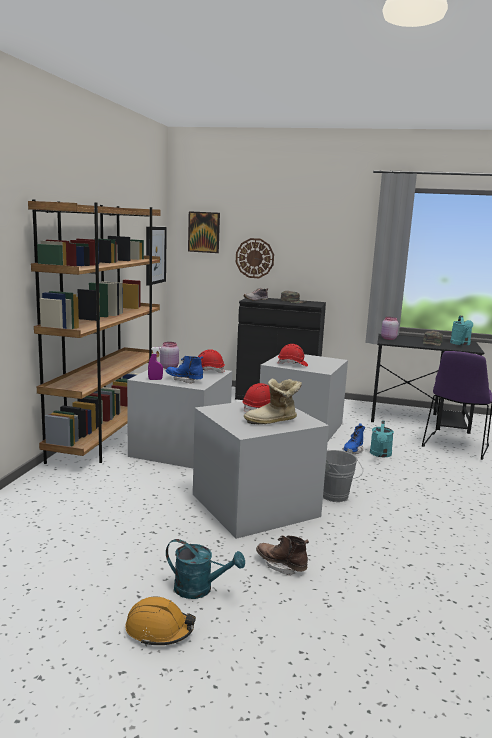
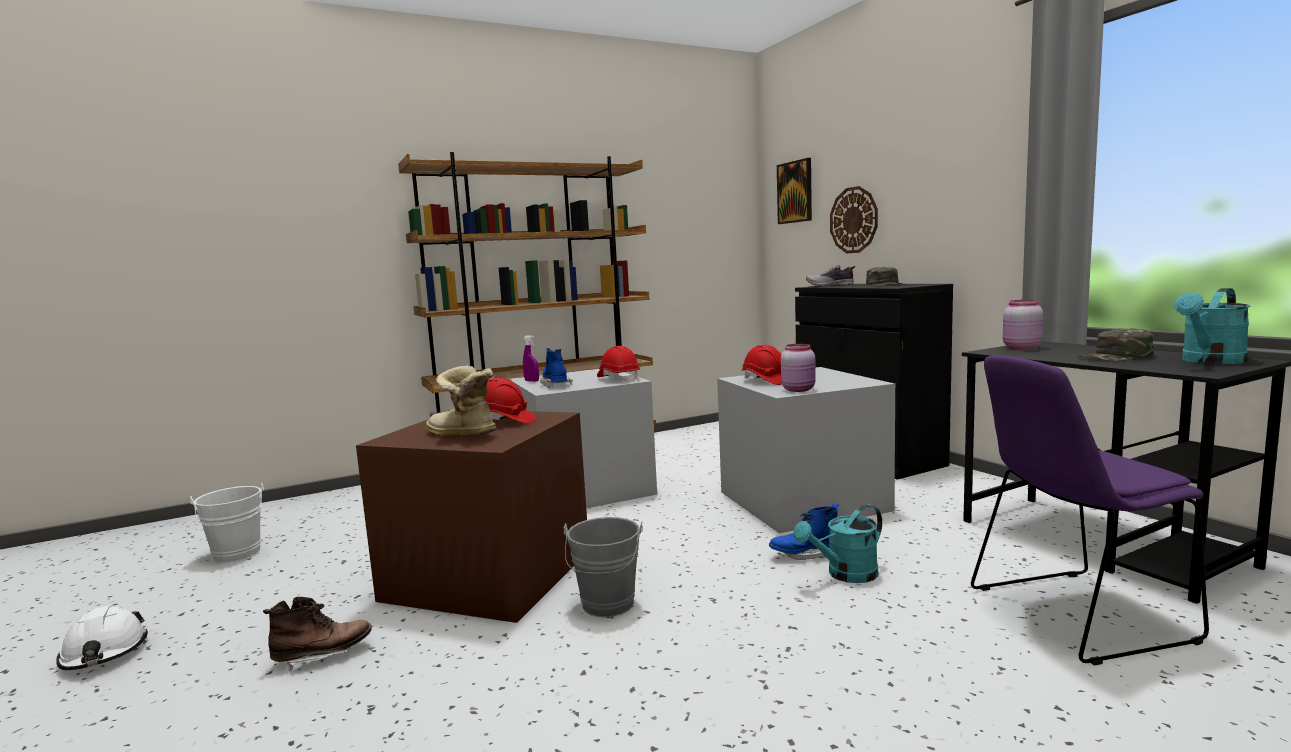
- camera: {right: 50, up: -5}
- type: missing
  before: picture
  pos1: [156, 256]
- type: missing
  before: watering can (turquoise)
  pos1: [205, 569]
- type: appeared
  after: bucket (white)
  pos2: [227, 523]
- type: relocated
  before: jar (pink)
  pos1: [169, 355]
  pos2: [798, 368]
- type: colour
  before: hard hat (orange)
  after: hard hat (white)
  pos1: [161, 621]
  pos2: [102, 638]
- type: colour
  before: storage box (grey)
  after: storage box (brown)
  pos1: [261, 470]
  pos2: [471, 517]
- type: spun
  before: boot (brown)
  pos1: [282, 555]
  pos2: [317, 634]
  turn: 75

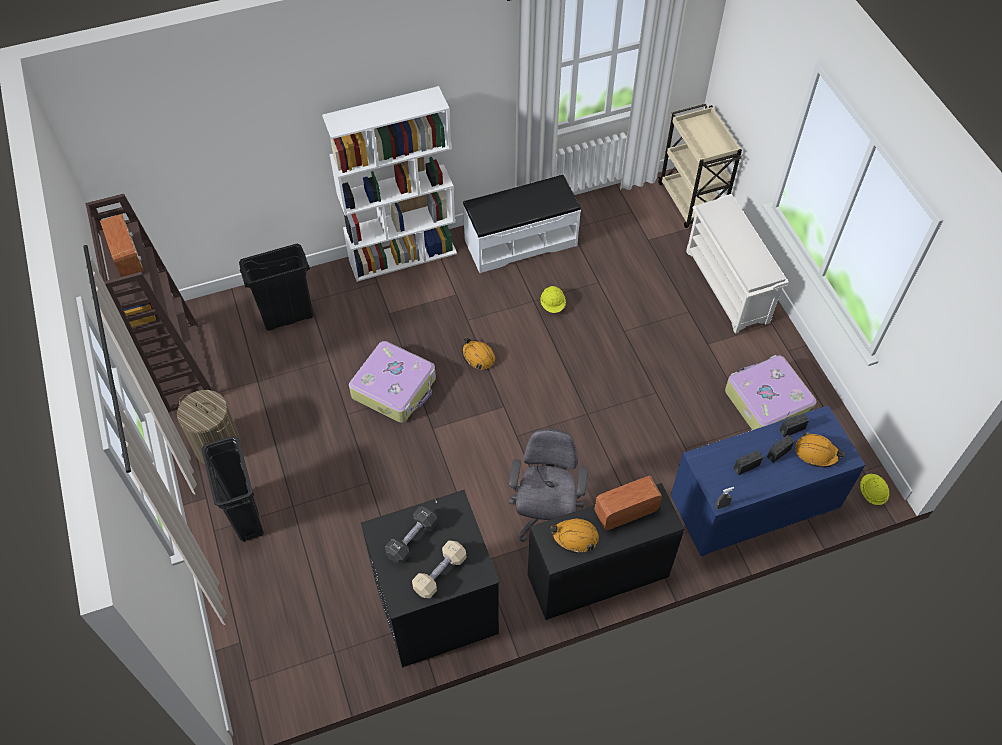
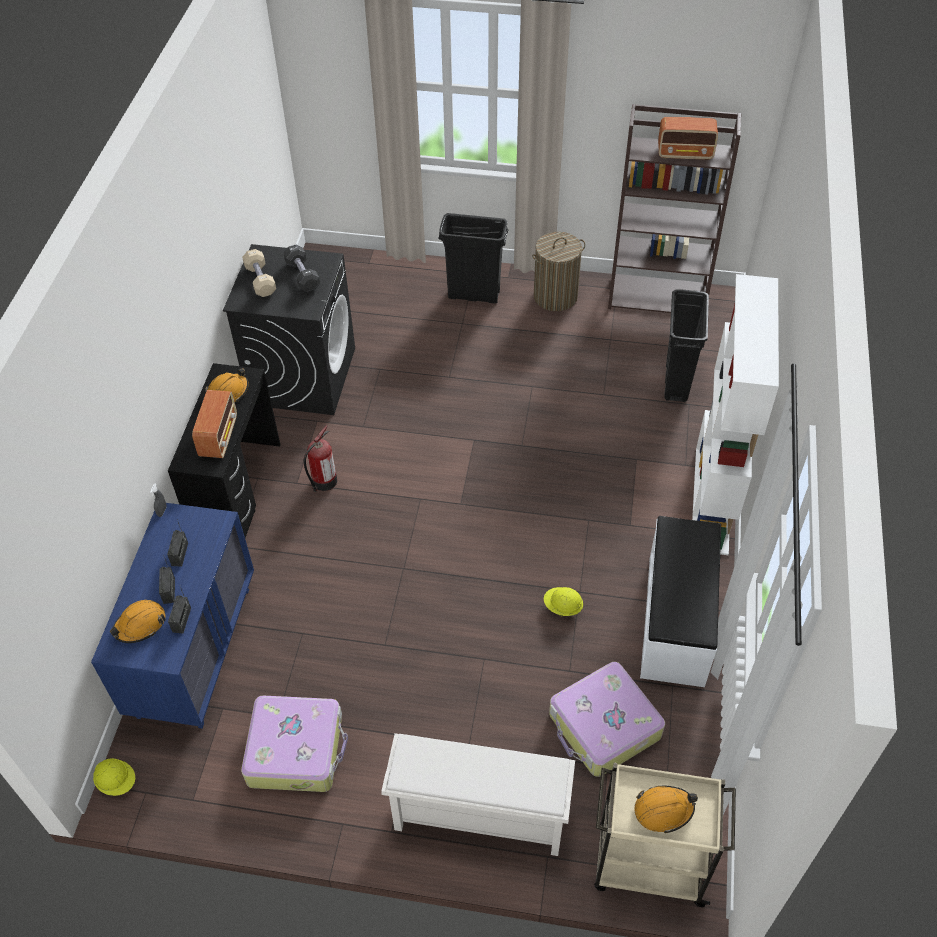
- camera: {right: 120, up: -5}
- type: relocated
  before: suitcase
  pos1: [392, 382]
  pos2: [607, 719]
- type: relocated
  before: hard hat (orange)
  pos1: [478, 353]
  pos2: [666, 809]
- type: exchanged
  before: office chair (grey)
  after: fire extinguisher
  pos1: [548, 485]
  pos2: [320, 458]

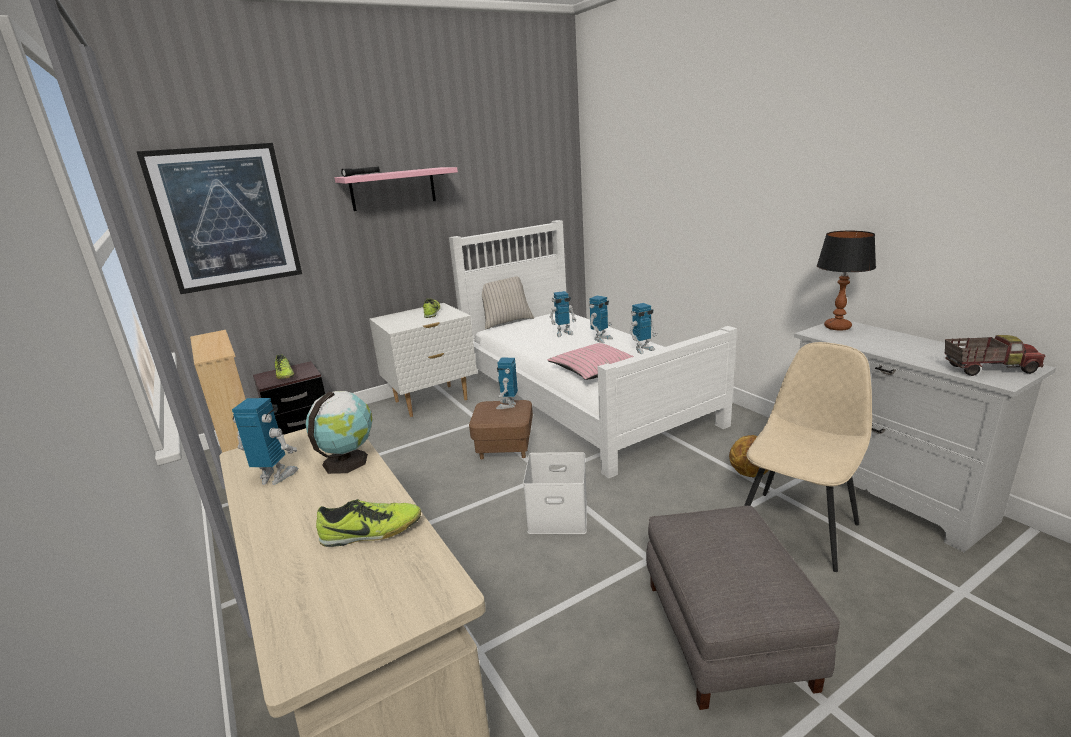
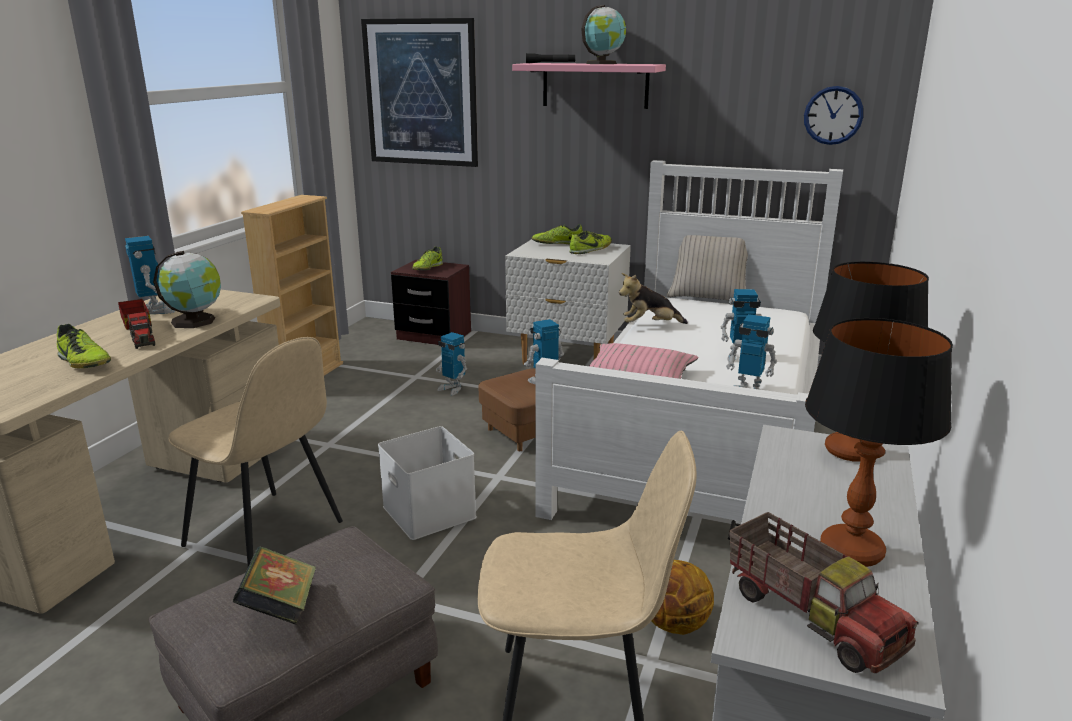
- camera: {right: 50, up: 0}
- type: appeared
  after: toy truck
  pos2: [136, 324]
- type: appeared
  after: chair (beige)
  pos2: [255, 452]
- type: appeared
  after: book
  pos2: [274, 586]
- type: appeared
  after: shoe
  pos2: [557, 234]
- type: appeared
  after: globe
  pos2: [603, 34]
- type: appeared
  after: plush toy
  pos2: [653, 298]
- type: appeared
  after: wall clock
  pos2: [834, 115]
- type: appeared
  after: table lamp
  pos2: [879, 442]
- type: relocated
  before: toy robot
  pos1: [563, 314]
  pos2: [451, 364]

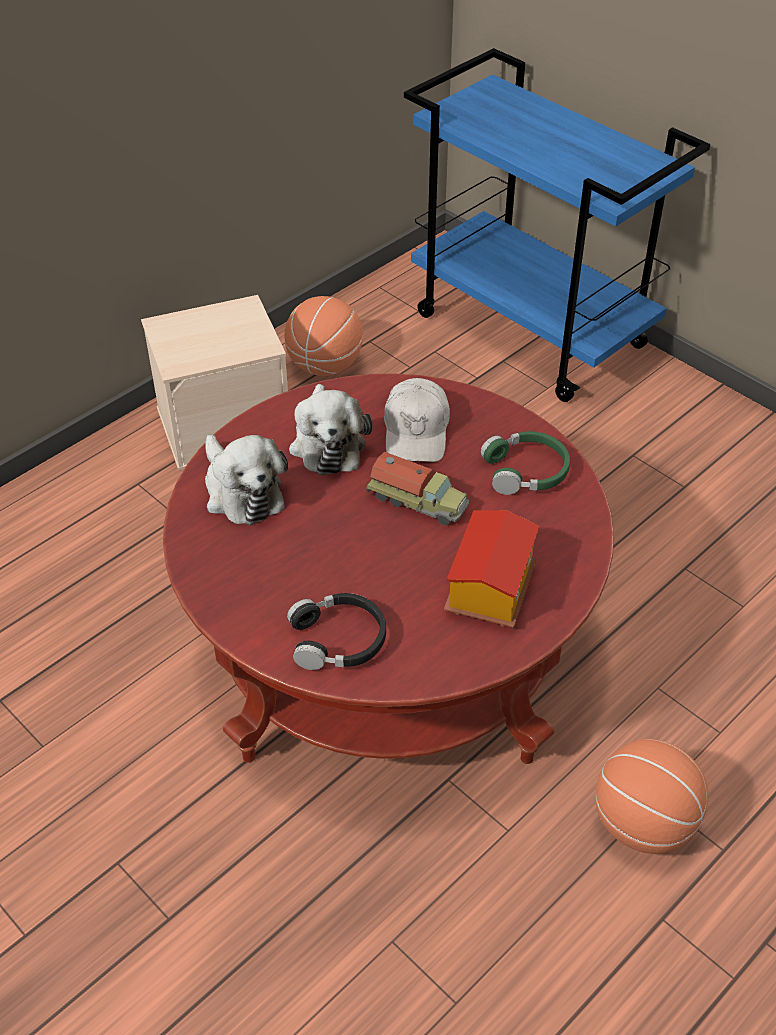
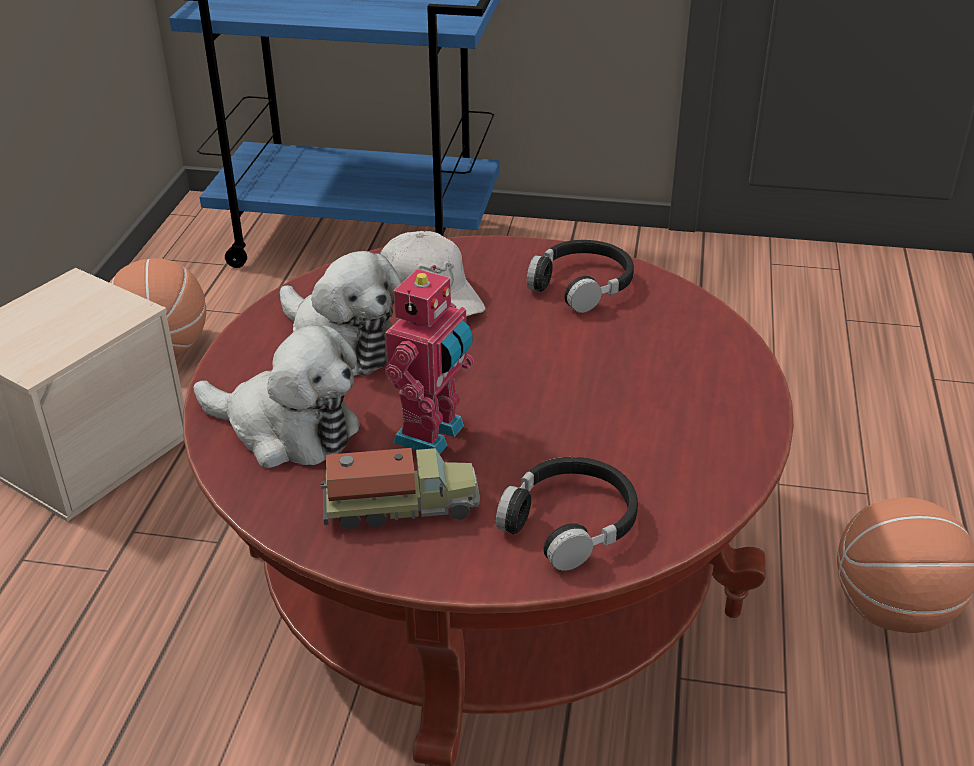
- camera: {right: -35, up: -10}
- type: missing
  before: toy house
  pos1: [492, 568]
- type: appeared
  after: toy robot
  pos2: [429, 359]
- type: relocated
  before: toy truck
  pos1: [417, 489]
  pos2: [400, 489]
- type: colour
  before: headphones (green)
  after: headphones (black)
  pos1: [525, 463]
  pos2: [580, 276]

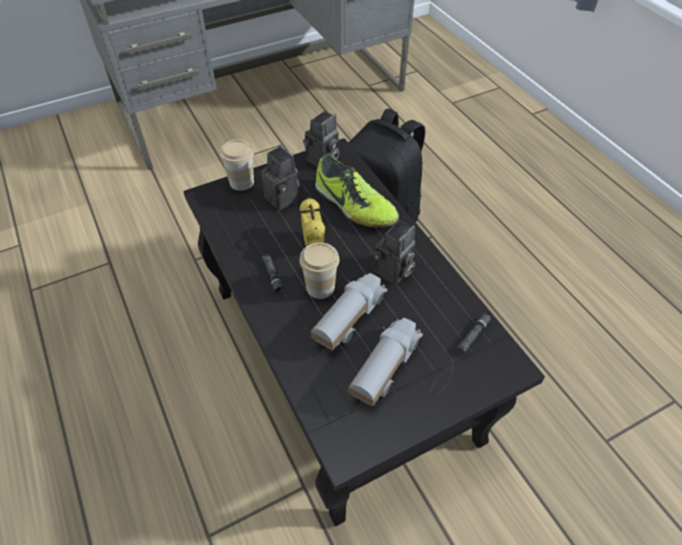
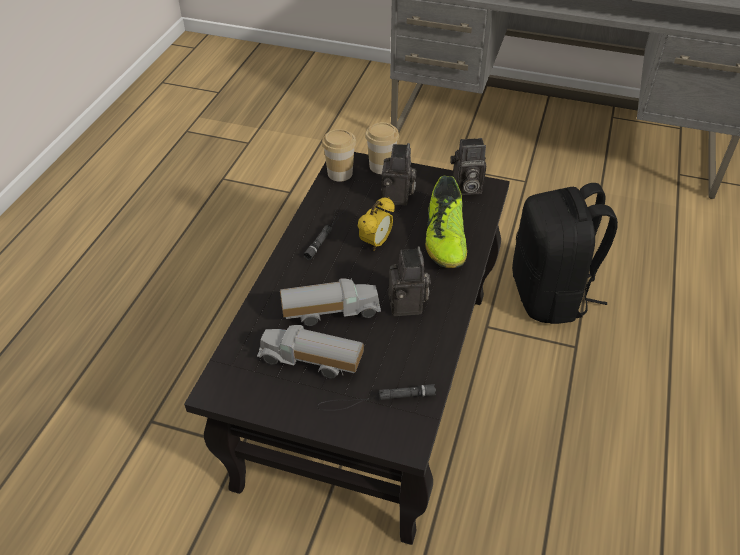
- camera: {right: 45, up: -5}
- type: relocated
  before: cup
  pos1: [319, 271]
  pos2: [339, 155]
- type: spun
  before: toy truck
  pos1: [385, 362]
  pos2: [310, 352]
  turn: -150
- type: spun
  before: photo camera
  pos1: [395, 252]
  pos2: [409, 281]
  turn: -90

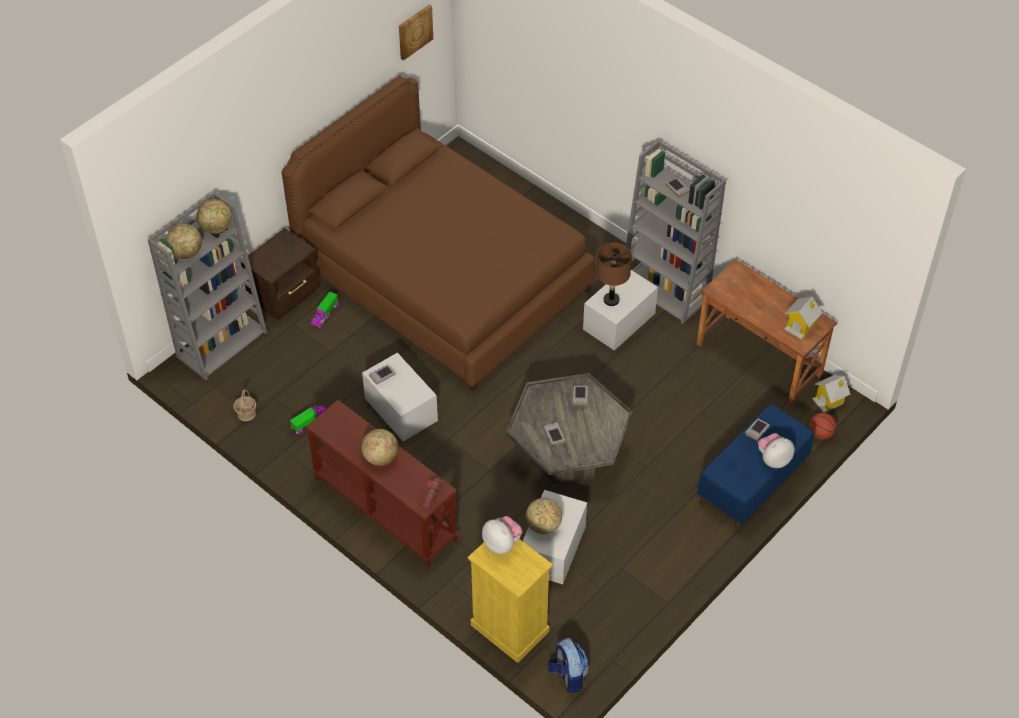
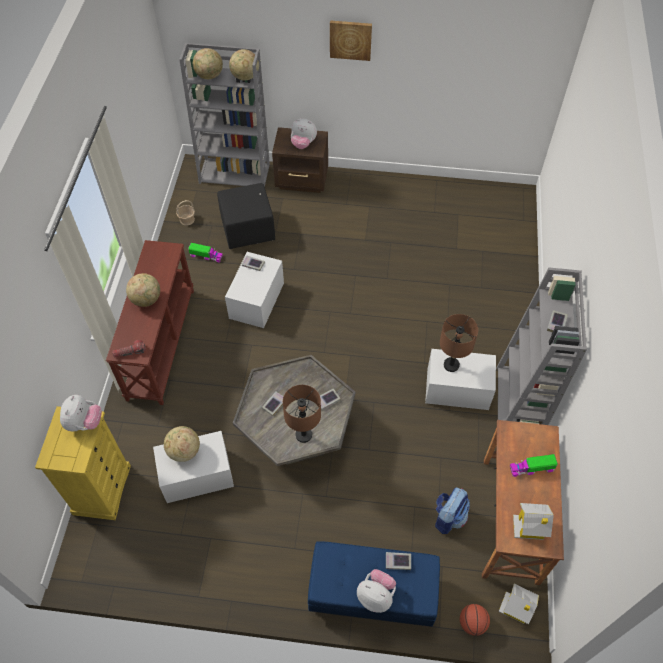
- camera: {right: 55, up: 5}
- type: missing
  before: bed (brown)
  pos1: [438, 233]
- type: appeared
  after: ottoman (black)
  pos2: [246, 216]
- type: appeared
  after: table lamp (brown)
  pos2: [302, 414]
- type: appeared
  after: plush toy
  pos2: [304, 134]
- type: relocated
  before: toy truck
  pos1: [324, 310]
  pos2: [533, 465]
- type: relocated
  before: picture
  pos1: [416, 32]
  pos2: [351, 40]
- type: relocated
  before: backpack
  pos1: [567, 665]
  pos2: [452, 510]

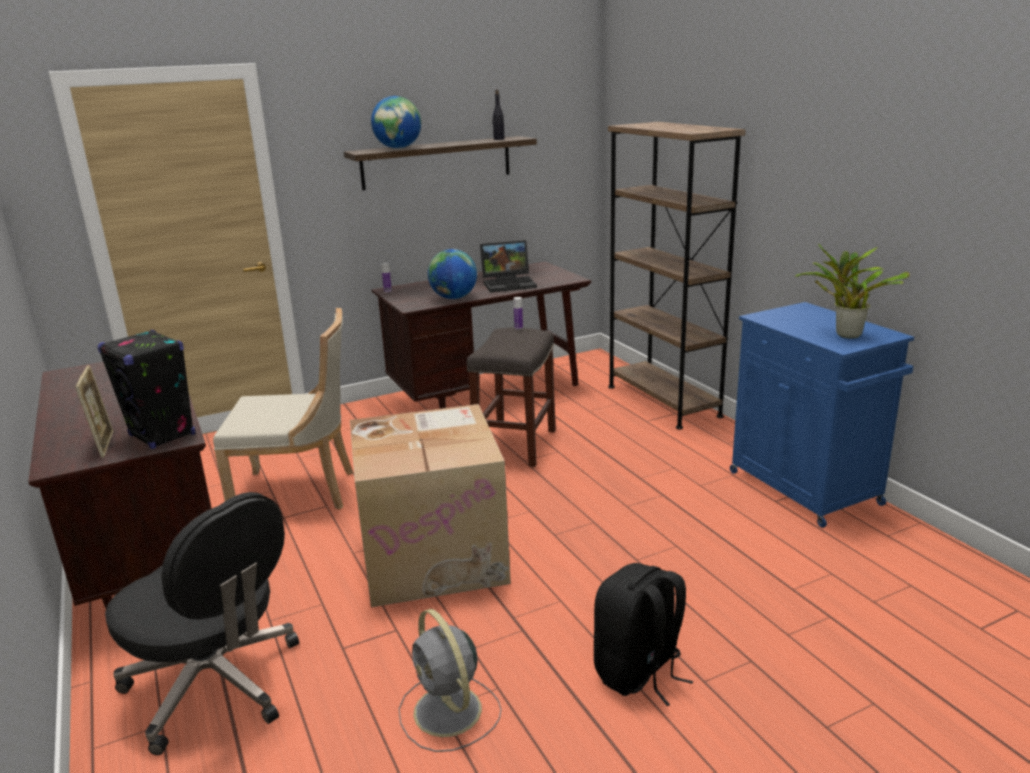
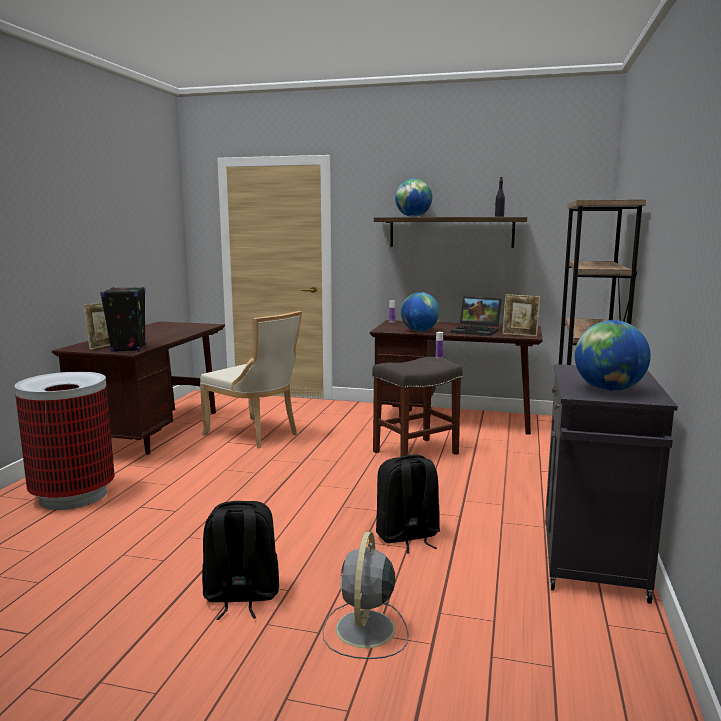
- camera: {right: 40, up: -10}
- type: missing
  before: cardboard box
  pos1: [430, 505]
- type: appeared
  after: backpack (black)
  pos2: [408, 504]
- type: appeared
  after: picture frame
  pos2: [521, 315]
- type: relocated
  before: fan (grey)
  pos1: [450, 680]
  pos2: [366, 595]
- type: exchanged
  before: office chair (black)
  after: trash can
  pos1: [202, 623]
  pos2: [64, 441]
- type: exchanged
  before: potted plant
  after: globe
  pos1: [852, 291]
  pos2: [613, 355]
- type: colour
  before: cabinet (blue)
  after: cabinet (black)
  pos1: [822, 415]
  pos2: [611, 484]

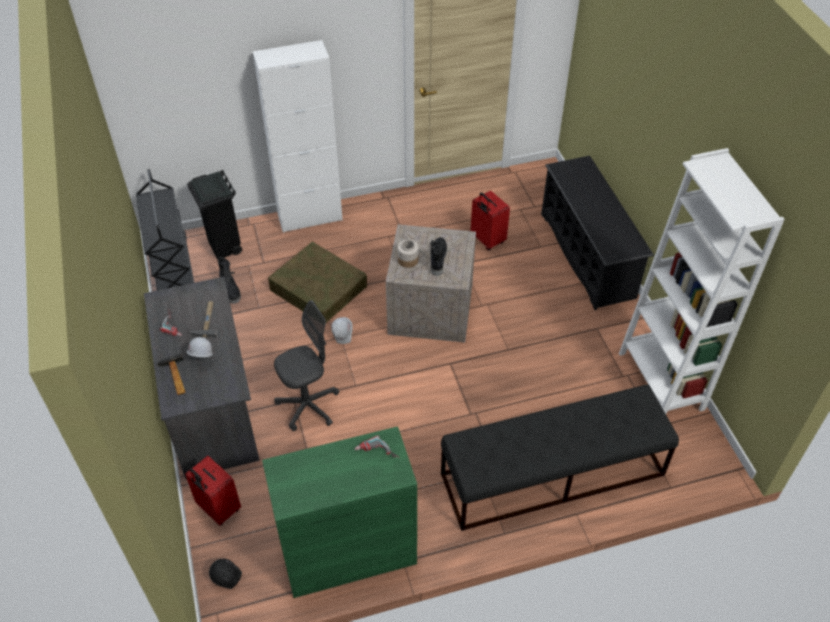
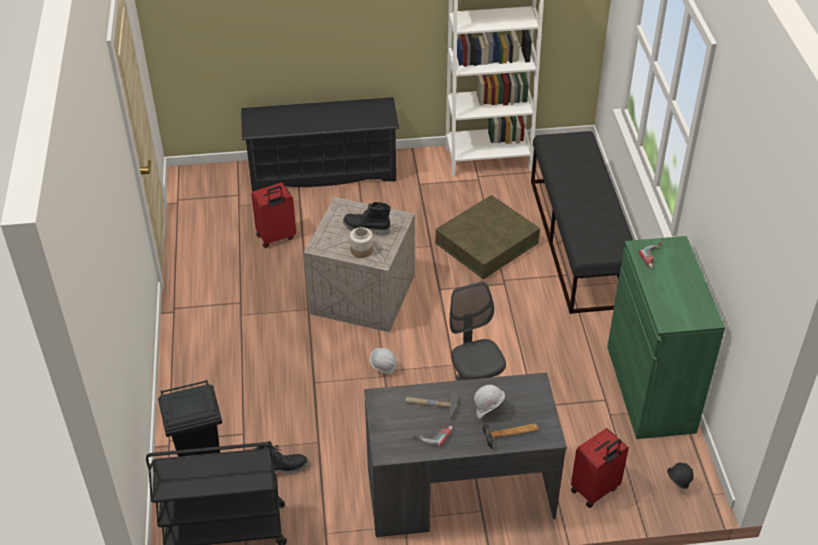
- camera: {right: -80, up: -5}
- type: missing
  before: cabinet (white)
  pos1: [298, 136]
- type: relocated
  before: storage box (brown)
  pos1: [317, 282]
  pos2: [487, 237]

